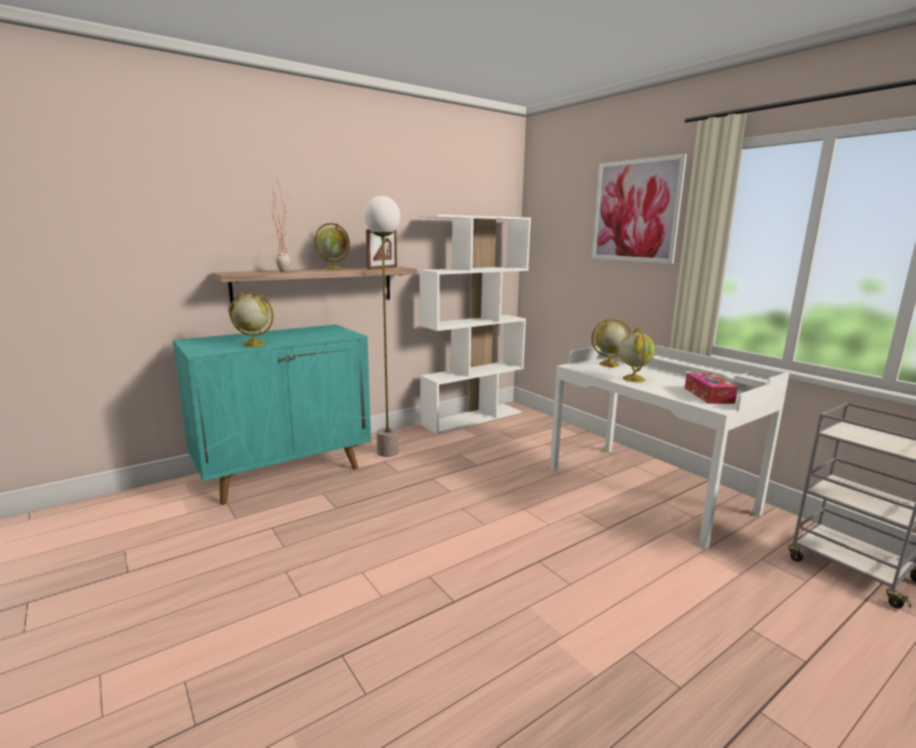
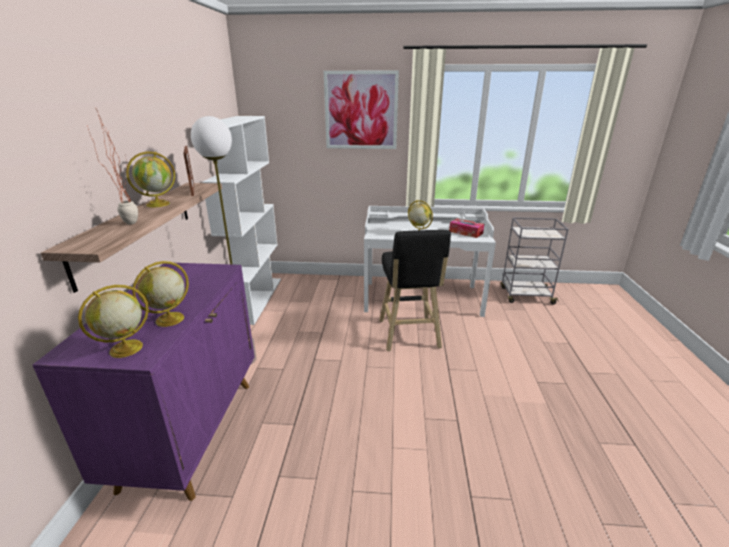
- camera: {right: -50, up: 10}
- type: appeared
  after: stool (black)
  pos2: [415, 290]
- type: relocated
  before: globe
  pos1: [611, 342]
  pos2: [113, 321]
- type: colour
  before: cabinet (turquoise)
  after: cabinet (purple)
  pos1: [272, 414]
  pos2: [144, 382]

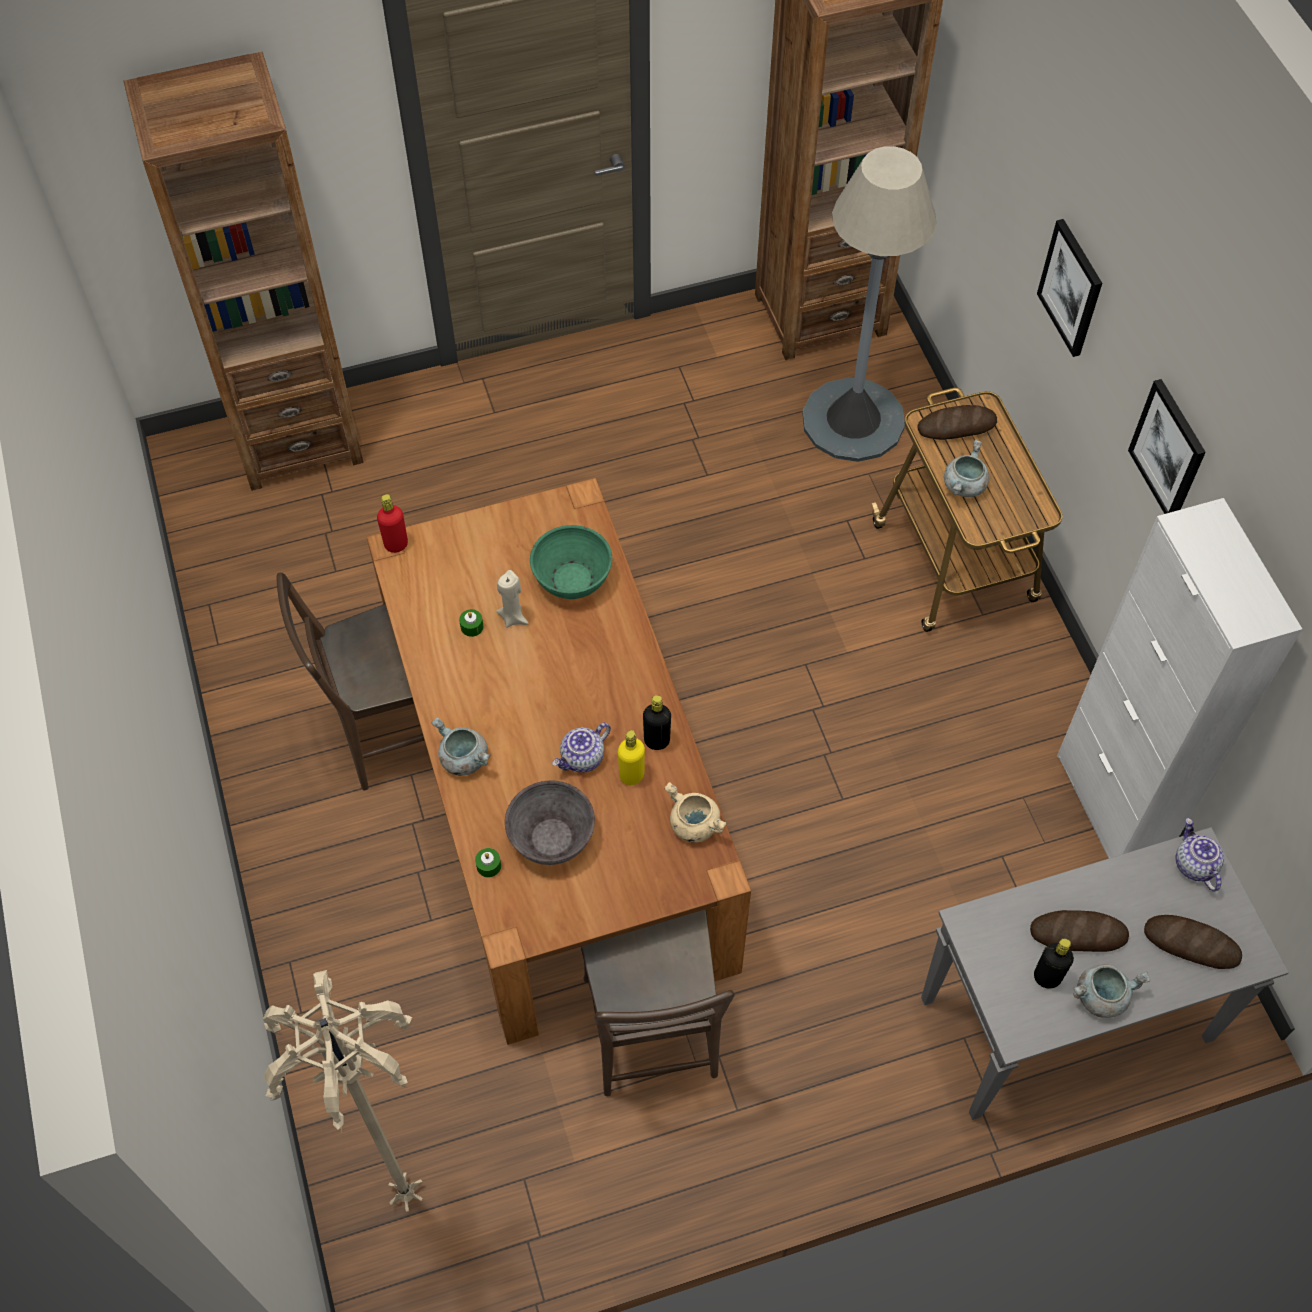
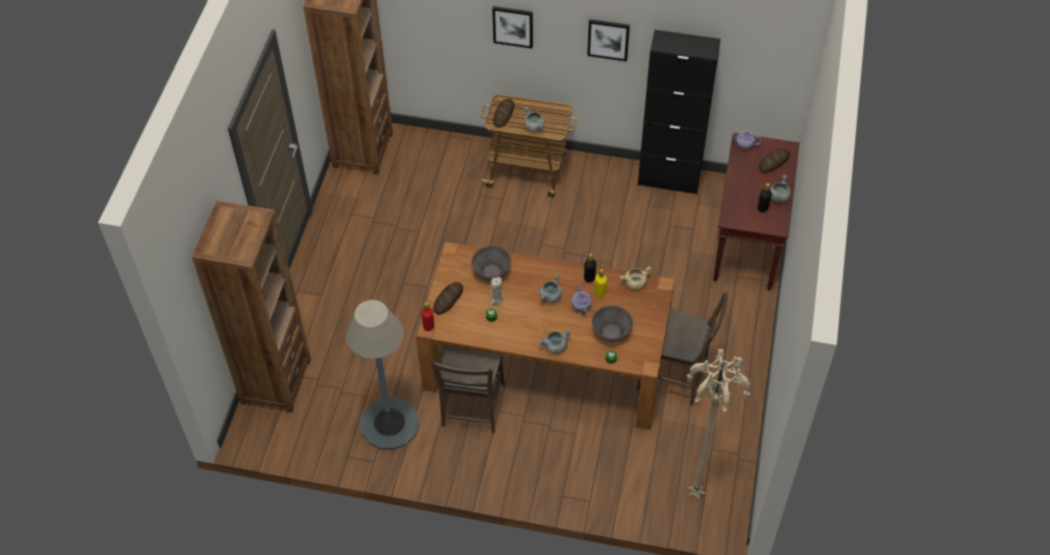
- camera: {right: -60, up: -5}
- type: appeared
  after: cooking pot (grey)
  pos2: [550, 288]
- type: relocated
  before: floor lamp (grey)
  pos1: [869, 304]
  pos2: [383, 375]
- type: relocated
  before: bread
  pos1: [1079, 931]
  pos2: [448, 298]
- type: colour
  before: bowl (green)
  after: bowl (grey)
  pos1: [571, 562]
  pos2: [491, 263]
- type: colour
  before: console table (grey)
  after: console table (brown)
  pos1: [1105, 973]
  pos2: [756, 211]
- type: colour
  before: cabinet (white)
  after: cabinet (black)
  pos1: [1179, 678]
  pos2: [679, 112]

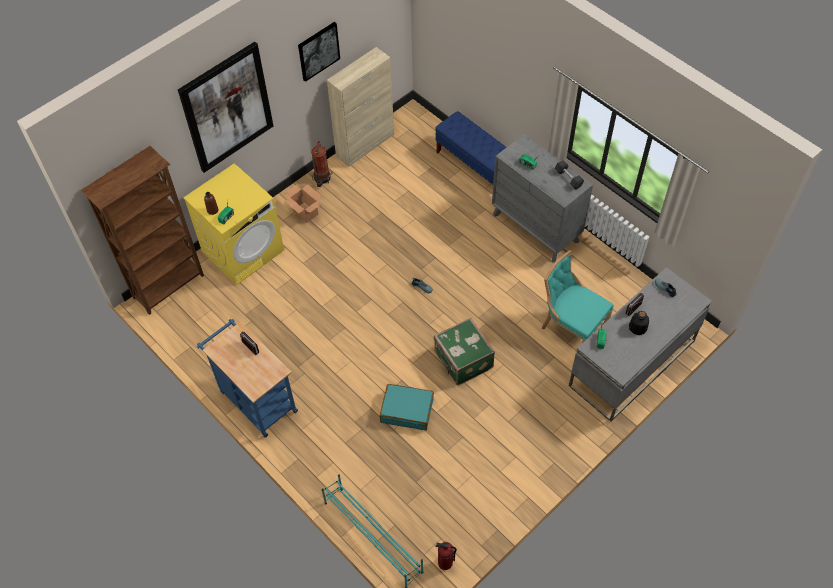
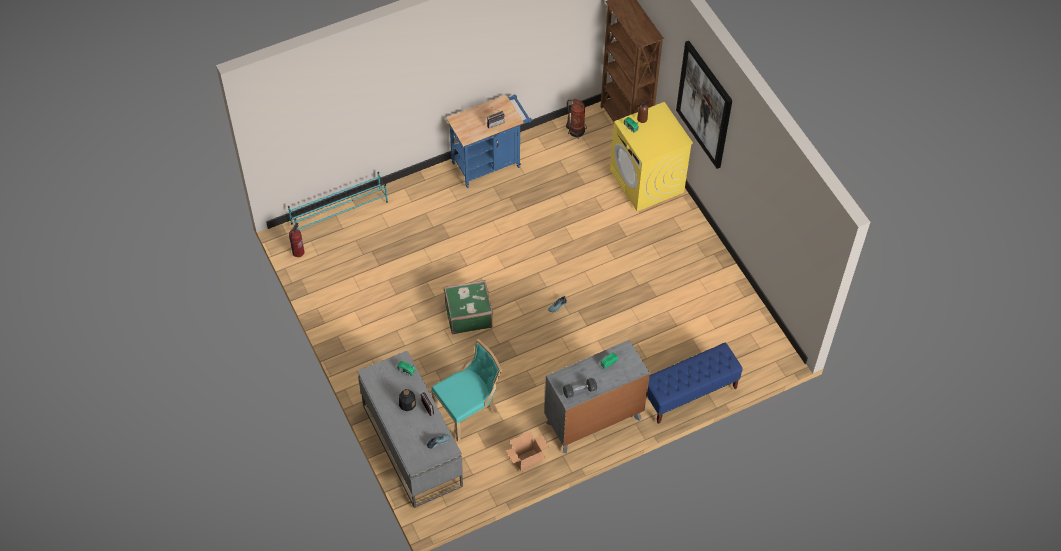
- camera: {right: 105, up: 0}
- type: missing
  before: picture
  pos1: [319, 52]
- type: missing
  before: cabinet (beige)
  pos1: [360, 107]
- type: missing
  before: suitcase (turquoise)
  pos1: [407, 407]
- type: relocated
  before: cardboard box
  pos1: [303, 203]
  pos2: [527, 451]
- type: relocated
  before: fire extinguisher
  pos1: [321, 164]
  pos2: [576, 119]

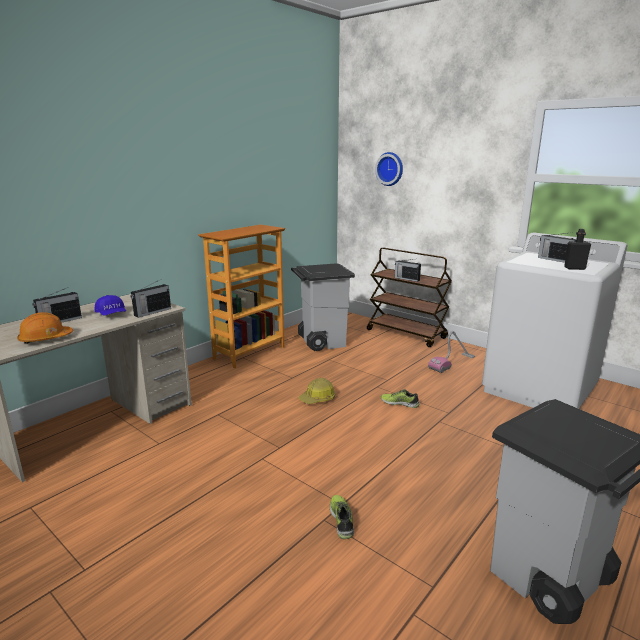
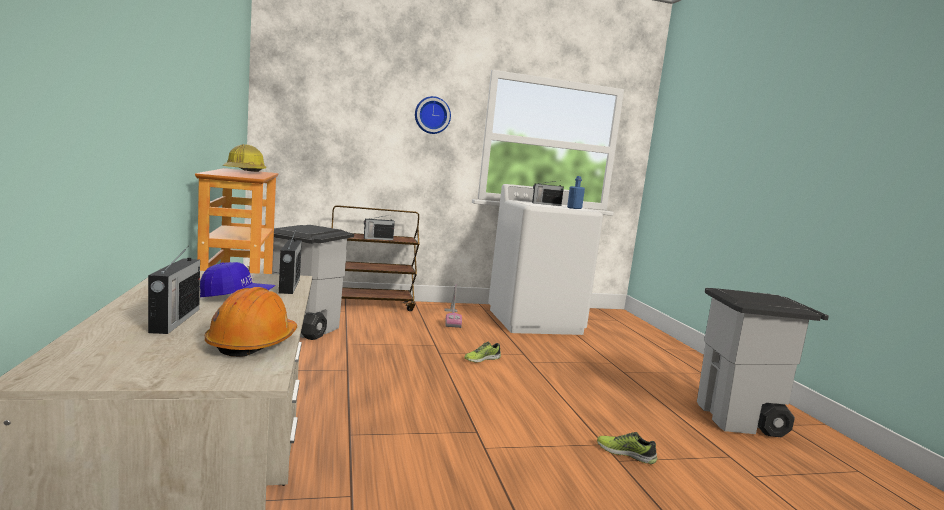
- camera: {right: -55, up: -10}
- type: relocated
  before: hard hat
  pos1: [317, 391]
  pos2: [244, 158]
- type: relocated
  before: wall clock
  pos1: [389, 169]
  pos2: [433, 115]
- type: colour
  before: bottle (black)
  after: bottle (blue)
  pos1: [577, 249]
  pos2: [576, 192]

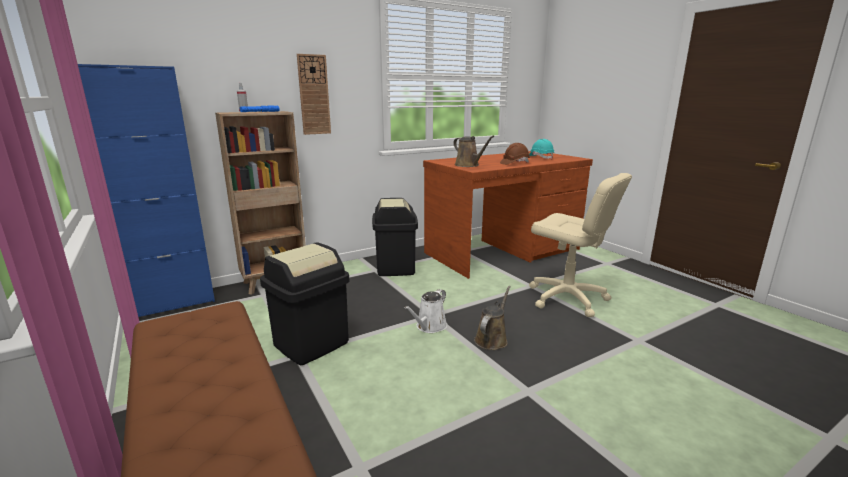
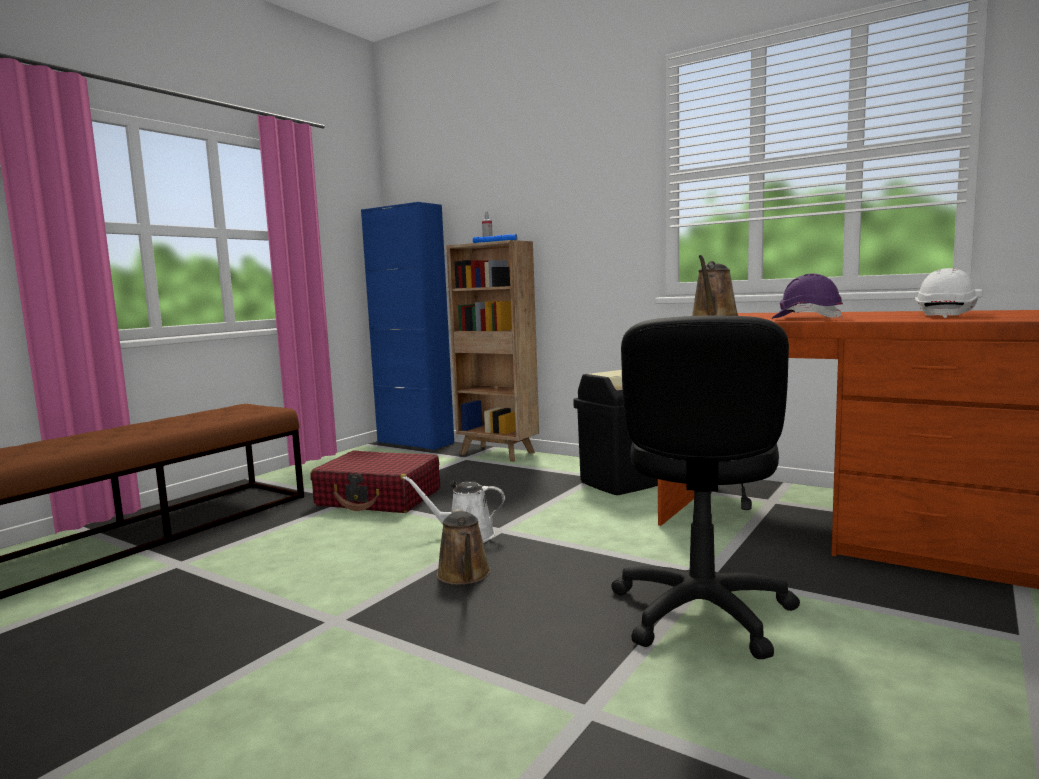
- camera: {right: 65, up: -10}
- type: missing
  before: wall clock
  pos1: [314, 94]
- type: exchanged
  before: trash can (black)
  after: suitcase (red)
  pos1: [304, 303]
  pos2: [375, 481]
- type: colour
  before: hard hat (brown)
  after: hard hat (purple)
  pos1: [515, 154]
  pos2: [807, 296]
- type: colour
  before: office chair (beige)
  after: office chair (black)
  pos1: [580, 245]
  pos2: [705, 487]
- type: colour
  before: hard hat (turquoise)
  after: hard hat (white)
  pos1: [542, 149]
  pos2: [946, 293]
- type: spun
  before: watering can (brown)
  pos1: [492, 318]
  pos2: [464, 546]
  turn: 75

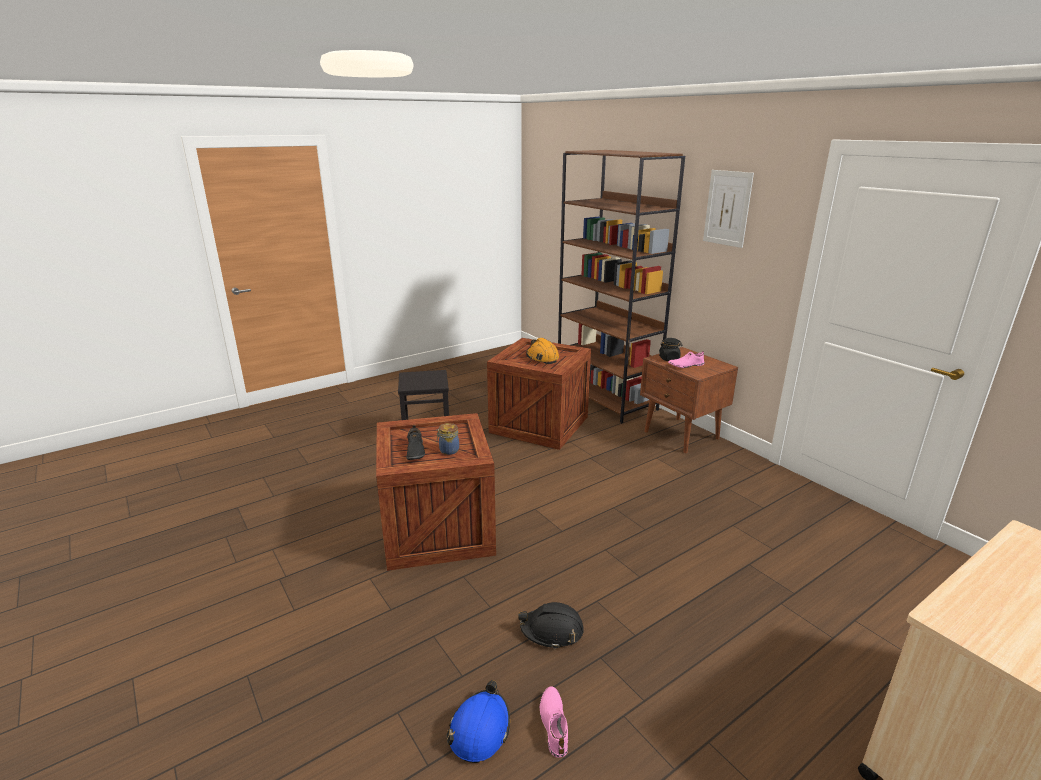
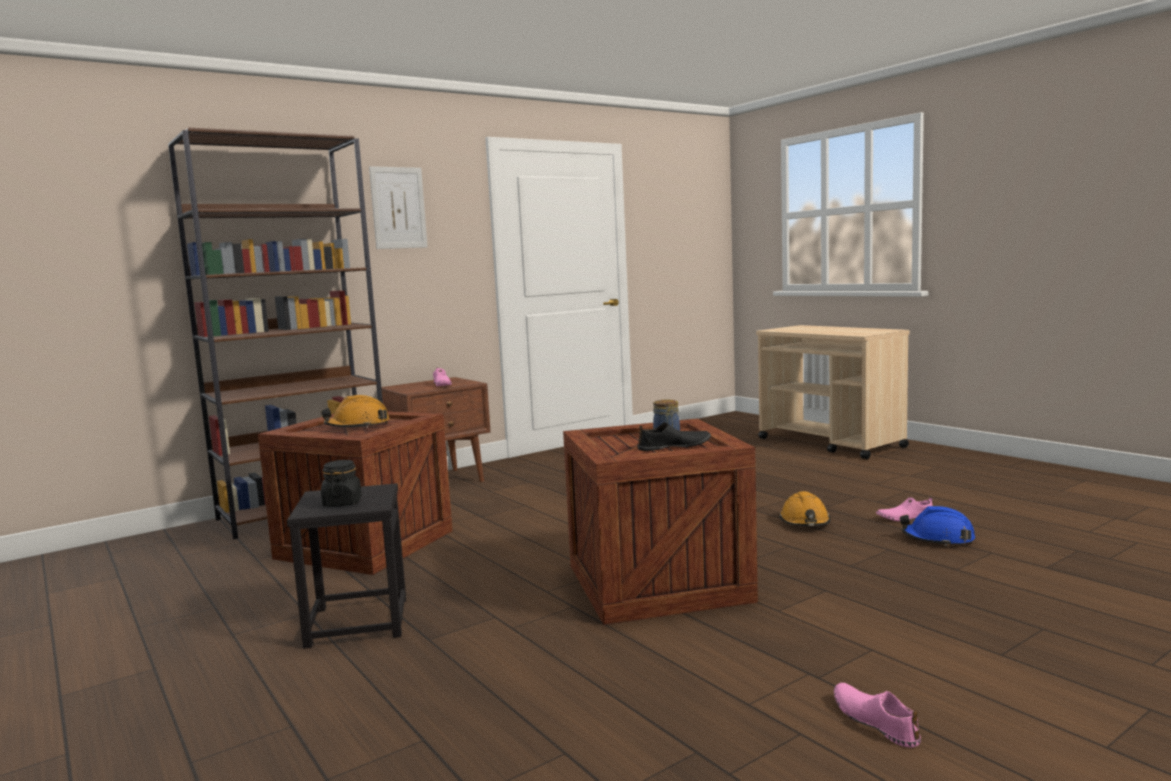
- camera: {right: -90, up: -15}
- type: appeared
  after: shoe (pink)
  pos2: [877, 715]
- type: relocated
  before: jar (black)
  pos1: [670, 349]
  pos2: [341, 483]
- type: colour
  before: hard hat (black)
  after: hard hat (orange)
  pos1: [551, 625]
  pos2: [805, 508]

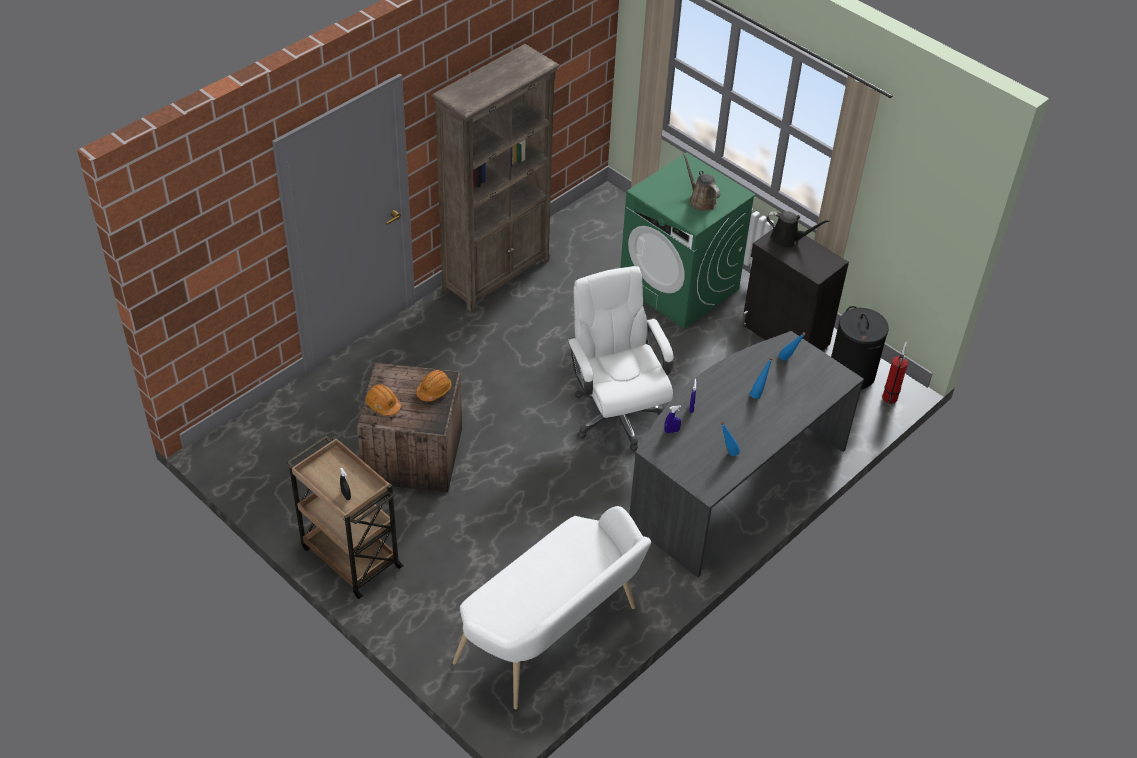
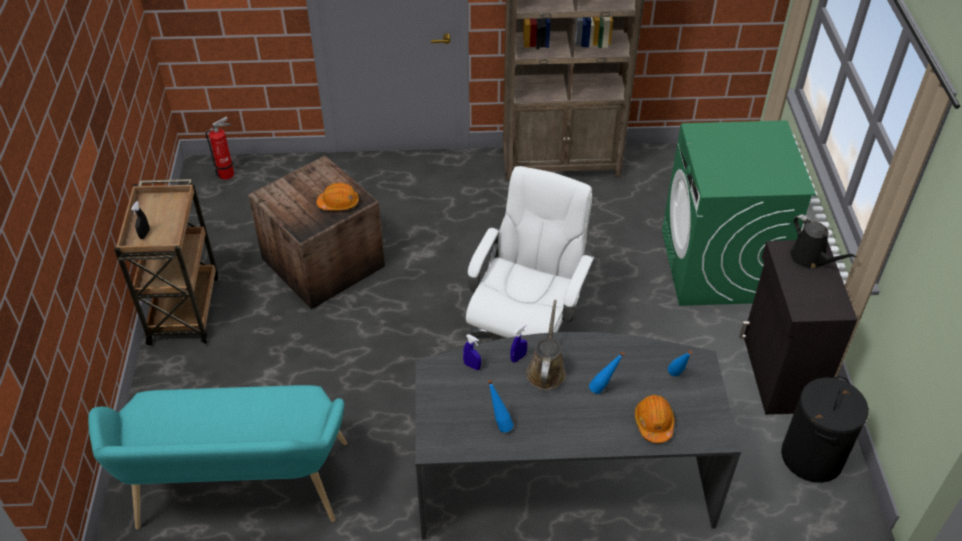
- camera: {right: 45, up: 0}
- type: relocated
  before: hard hat (orange)
  pos1: [383, 400]
  pos2: [655, 419]
- type: relocated
  before: watering can (brown)
  pos1: [701, 181]
  pos2: [546, 345]
- type: relocated
  before: fire extinguisher
  pos1: [895, 372]
  pos2: [220, 148]
- type: colour
  before: bench (white)
  after: bench (turquoise)
  pos1: [552, 607]
  pos2: [217, 457]

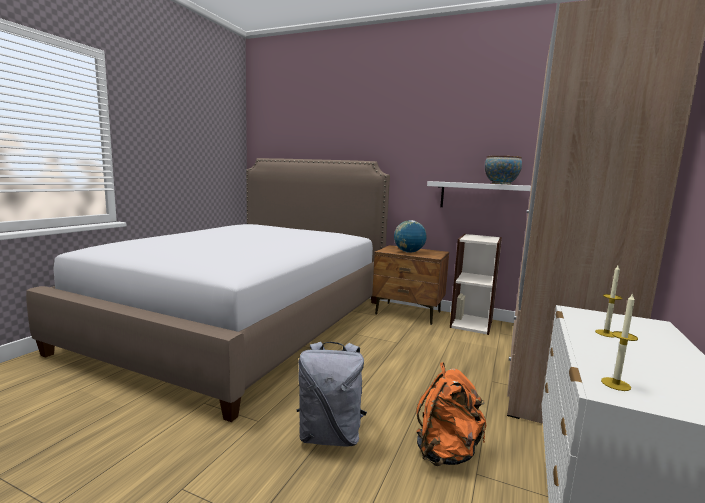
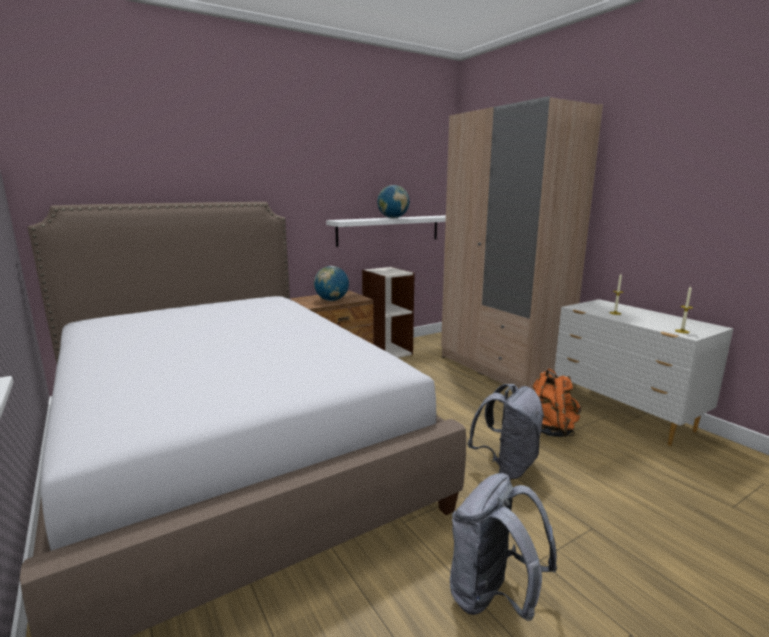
- camera: {right: -55, up: 5}
- type: appeared
  after: backpack (grey)
  pos2: [503, 547]
- type: exchanged
  before: bowl
  after: globe
  pos1: [503, 170]
  pos2: [393, 201]

